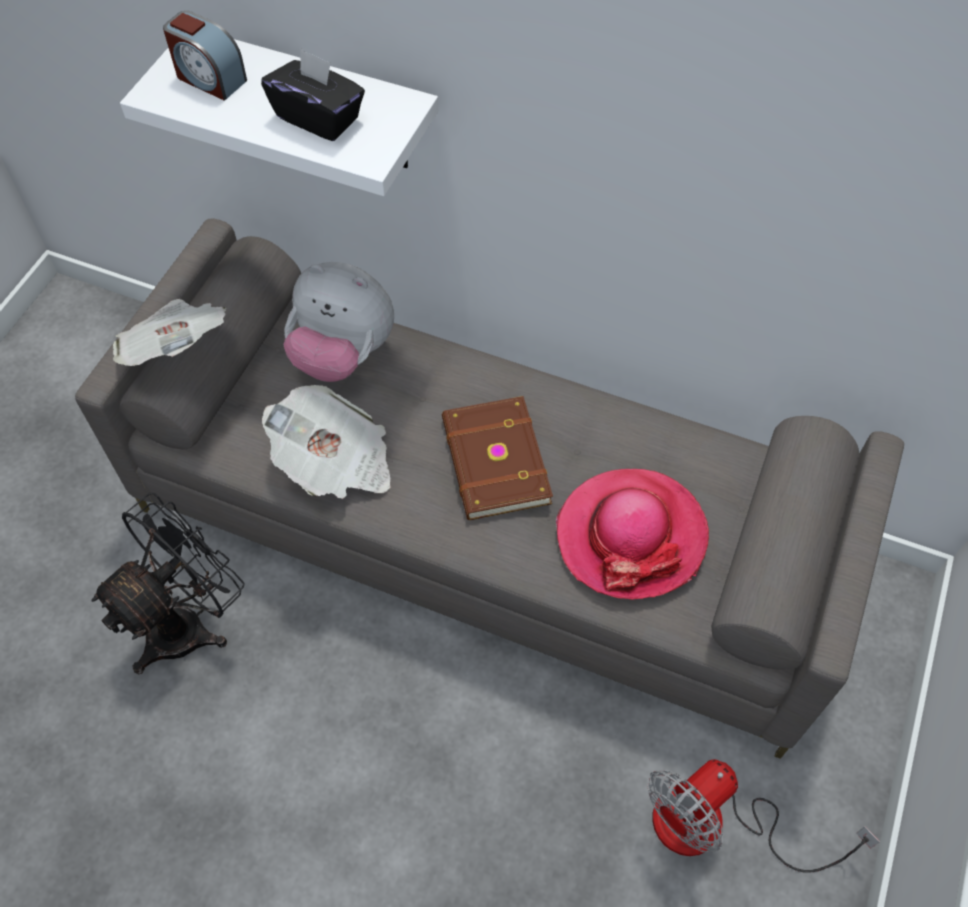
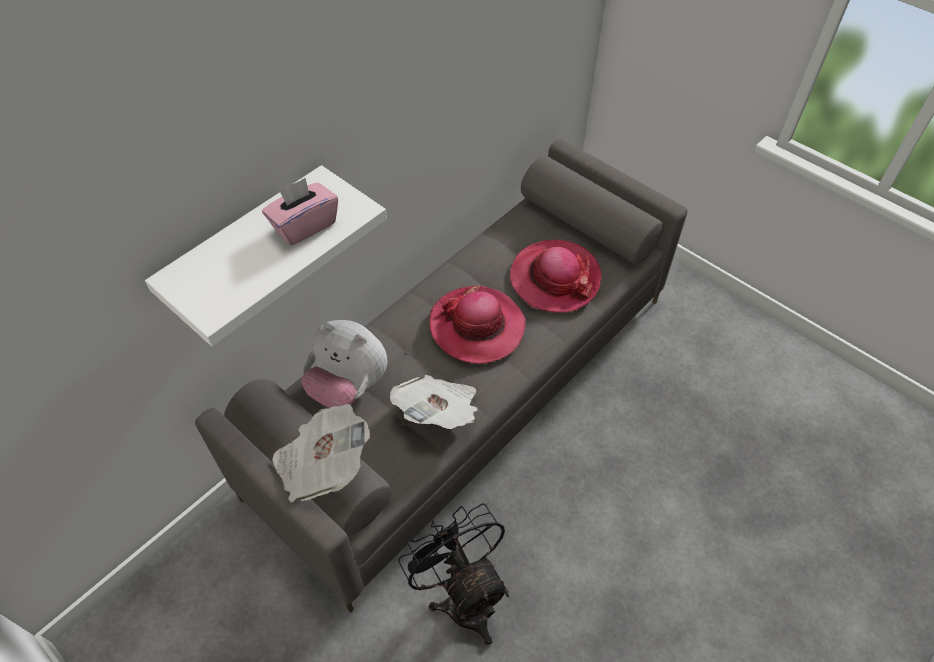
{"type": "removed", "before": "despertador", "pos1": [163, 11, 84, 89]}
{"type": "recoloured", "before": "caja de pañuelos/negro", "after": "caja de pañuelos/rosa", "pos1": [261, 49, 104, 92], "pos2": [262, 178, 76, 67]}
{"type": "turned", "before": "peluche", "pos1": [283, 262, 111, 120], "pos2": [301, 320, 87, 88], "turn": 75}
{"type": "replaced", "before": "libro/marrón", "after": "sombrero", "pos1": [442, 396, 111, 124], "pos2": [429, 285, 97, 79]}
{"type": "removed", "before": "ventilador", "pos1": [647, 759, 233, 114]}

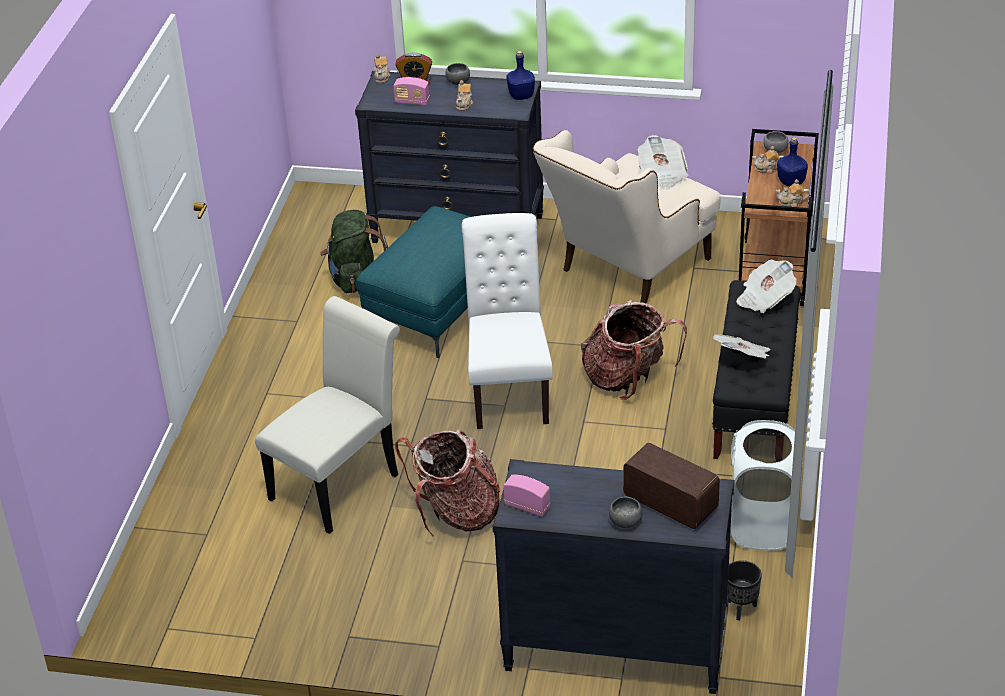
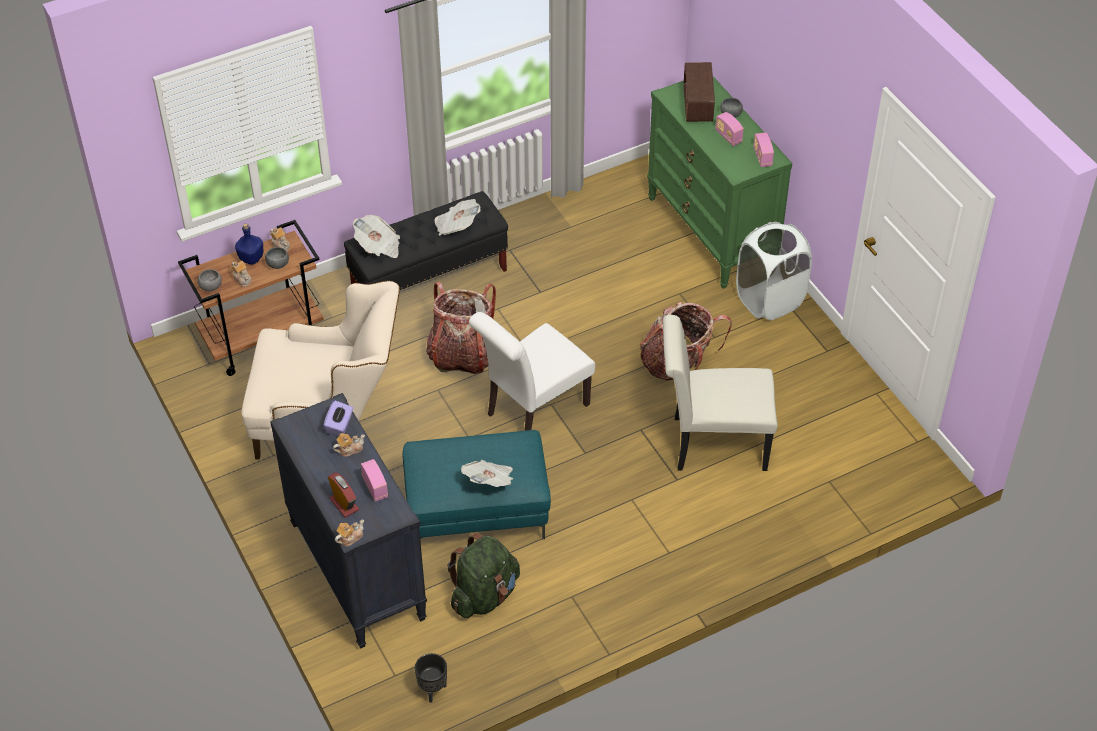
{"type": "moved", "before": "cuenco/gris", "pos1": [445, 63, 25, 22], "pos2": [265, 247, 24, 22]}
{"type": "recoloured", "before": "cómoda/negro", "after": "cómoda/verde", "pos1": [493, 459, 242, 235], "pos2": [647, 76, 145, 213]}
{"type": "removed", "before": "botella/azul", "pos1": [507, 51, 28, 49]}
{"type": "moved", "before": "periódico", "pos1": [638, 135, 51, 54], "pos2": [461, 460, 52, 27]}
{"type": "moved", "before": "maceta/negro", "pos1": [727, 560, 35, 61], "pos2": [415, 653, 32, 49]}
{"type": "moved", "before": "cesto de la ropa/blanco", "pos1": [730, 420, 73, 131], "pos2": [736, 222, 76, 98]}
{"type": "added", "after": "caja de pañuelos/morado", "pos2": [324, 401, 29, 35]}
{"type": "added", "after": "radio", "pos2": [715, 112, 29, 34]}

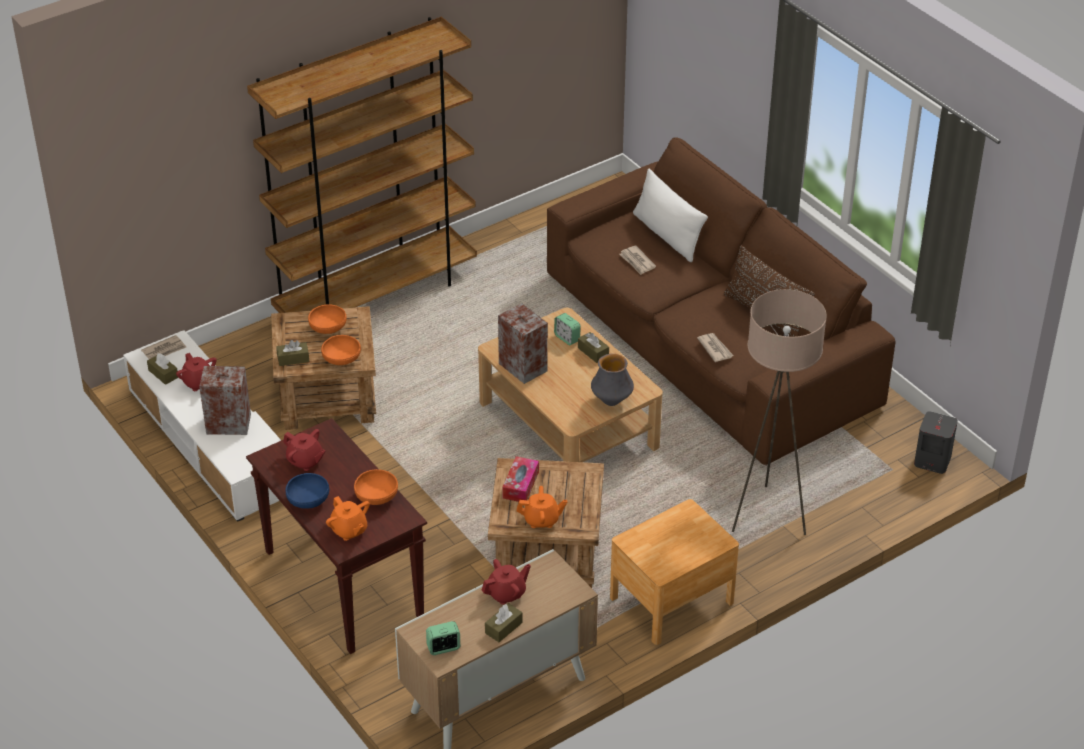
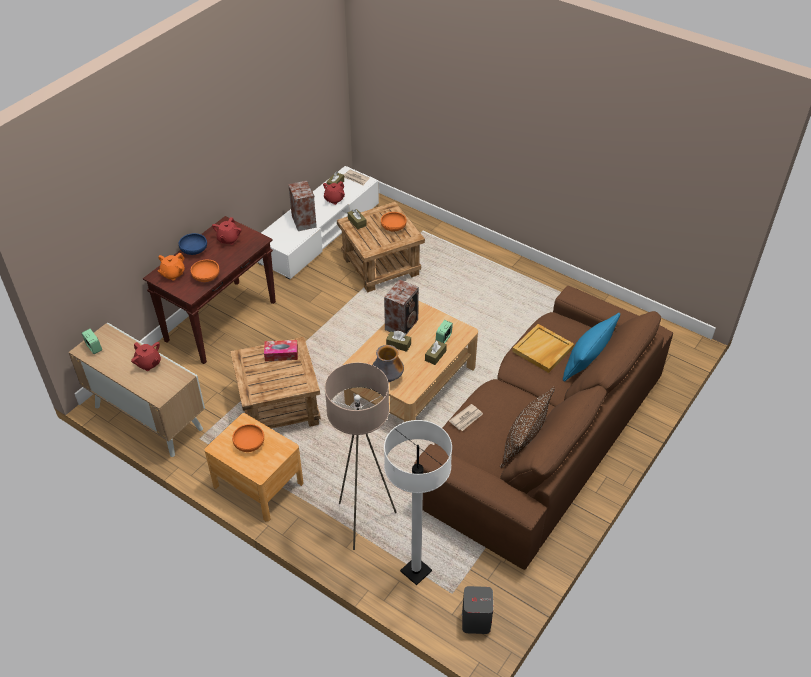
{"type": "removed", "before": "estantería/marrón", "pos1": [247, 17, 230, 296]}
{"type": "moved", "before": "cuenco/naranja", "pos1": [321, 335, 40, 30], "pos2": [232, 424, 32, 28]}
{"type": "moved", "before": "caja de pañuelos/marrón", "pos1": [485, 603, 38, 39], "pos2": [386, 331, 25, 21]}
{"type": "removed", "before": "tetera/naranja", "pos1": [517, 486, 50, 42]}
{"type": "replaced", "before": "periódico", "after": "bandeja/beis", "pos1": [619, 246, 37, 29], "pos2": [512, 324, 62, 49]}
{"type": "recoloured", "before": "cojín/blanco", "after": "cojín/azul", "pos1": [633, 169, 75, 93], "pos2": [563, 313, 57, 69]}
{"type": "added", "after": "lámpara de pie/blanco", "pos2": [384, 420, 68, 165]}

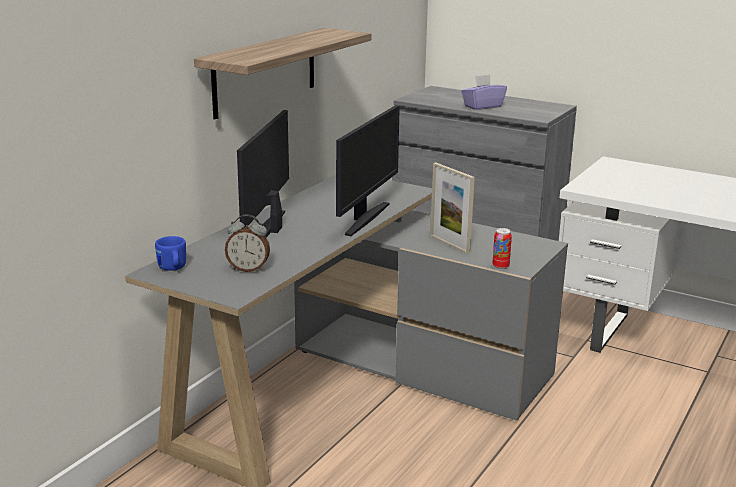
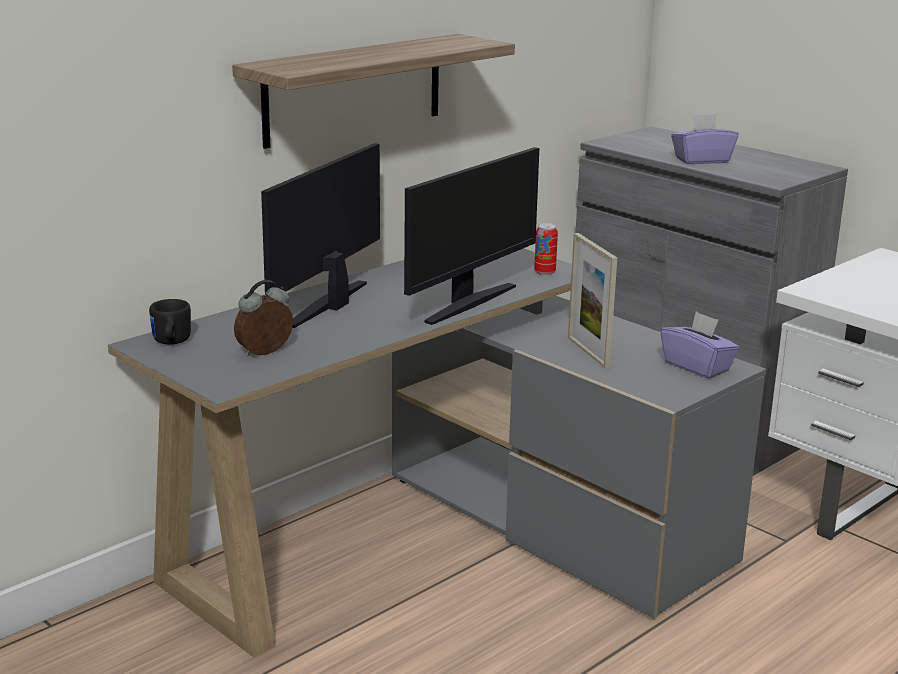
{"type": "recoloured", "before": "taza grande/azul", "after": "taza grande/negro", "pos1": [155, 236, 31, 35], "pos2": [149, 299, 42, 46]}
{"type": "turned", "before": "despertador", "pos1": [225, 214, 45, 58], "pos2": [234, 280, 59, 76], "turn": 120}
{"type": "moved", "before": "lata", "pos1": [492, 228, 20, 41], "pos2": [534, 223, 24, 52]}
{"type": "added", "after": "caja de pañuelos/morado", "pos2": [660, 311, 79, 68]}

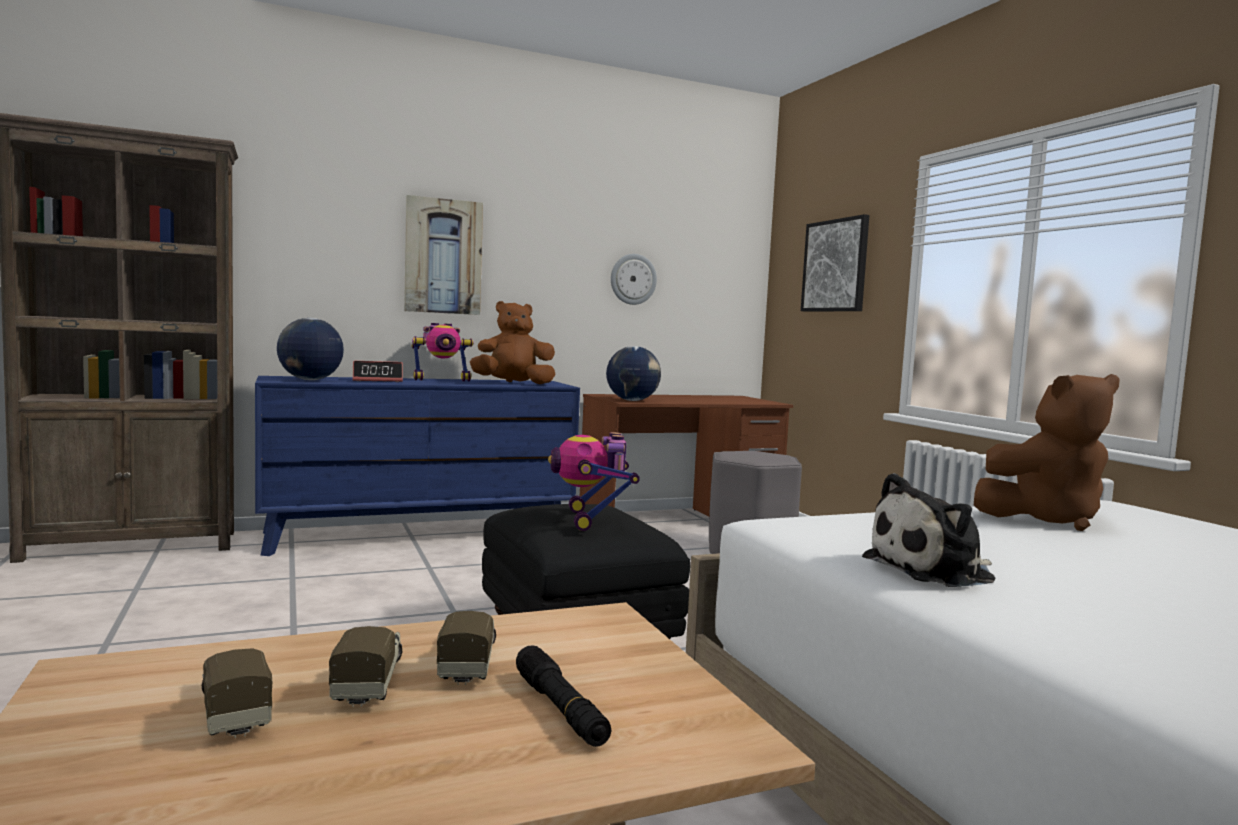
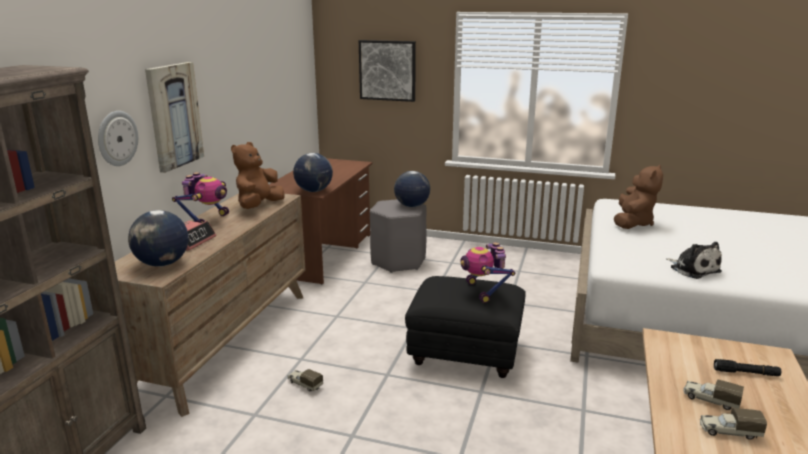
{"type": "recoloured", "before": "cómoda/azul", "after": "cómoda/marrón", "pos1": [255, 376, 325, 180], "pos2": [115, 193, 191, 224]}
{"type": "moved", "before": "camión de juguete", "pos1": [437, 611, 59, 74], "pos2": [287, 369, 36, 22]}
{"type": "turned", "before": "robot de juguete", "pos1": [548, 432, 92, 99], "pos2": [460, 242, 55, 61], "turn": 45}
{"type": "moved", "before": "reloj de pared", "pos1": [611, 254, 46, 51], "pos2": [98, 111, 40, 55]}
{"type": "turned", "before": "peluche", "pos1": [862, 473, 134, 114], "pos2": [666, 242, 56, 37], "turn": -45}
{"type": "added", "after": "globo terráqueo", "pos2": [394, 171, 36, 36]}

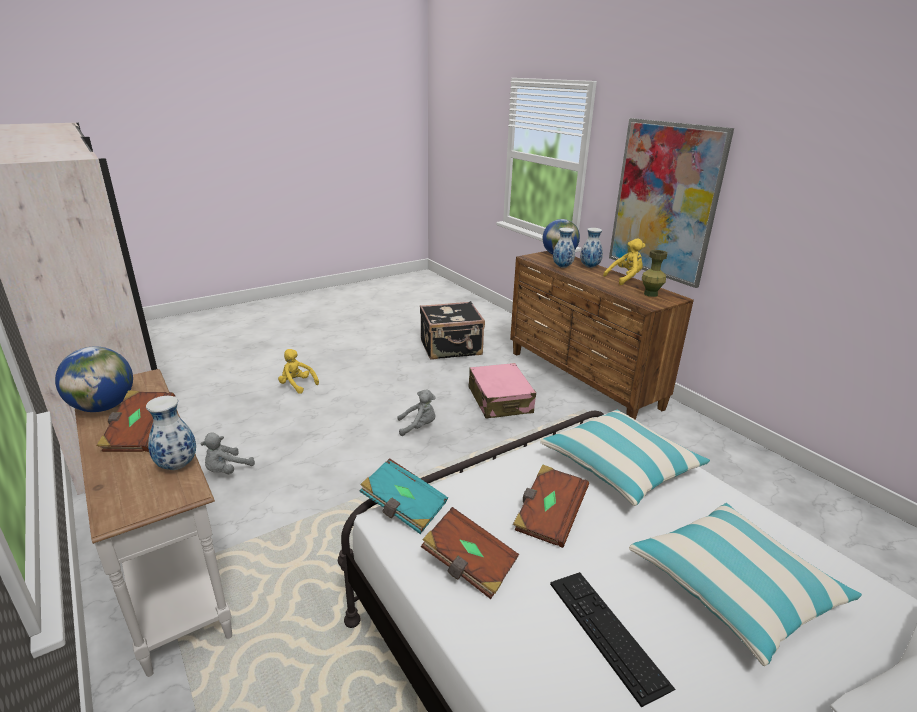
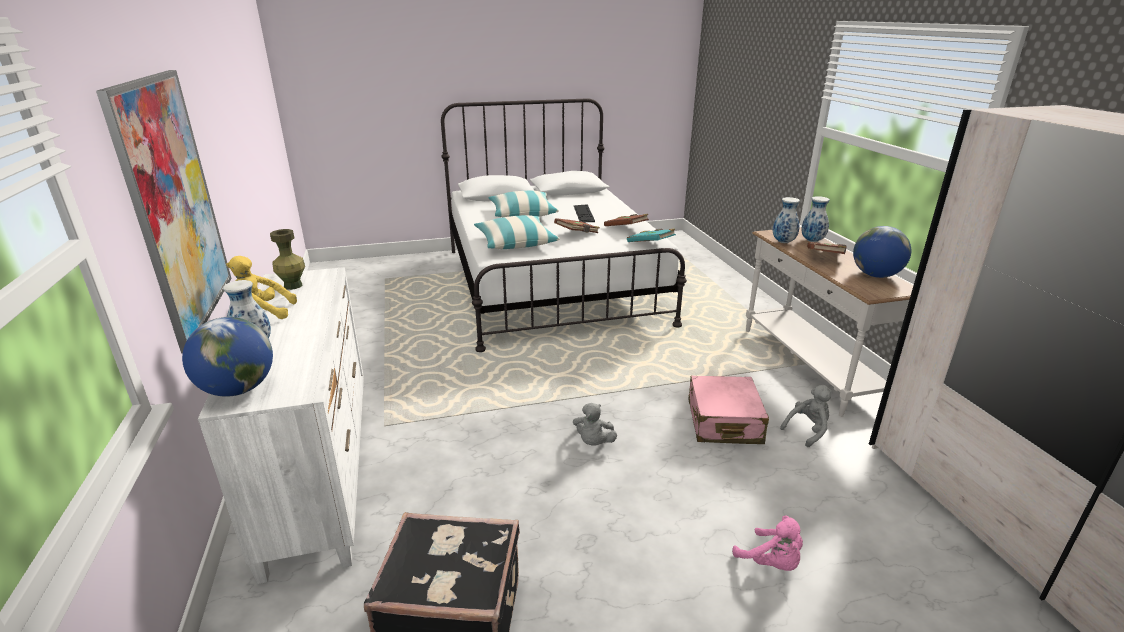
{"type": "recoloured", "before": "peluche/amarillo", "after": "peluche/rosa", "pos1": [278, 349, 41, 45], "pos2": [732, 515, 71, 56]}
{"type": "turned", "before": "peluche/gris", "pos1": [397, 390, 39, 46], "pos2": [573, 403, 44, 43], "turn": -90}
{"type": "moved", "before": "maleta/rosa", "pos1": [468, 363, 68, 56], "pos2": [688, 376, 81, 68]}
{"type": "recoloured", "before": "cómoda/marrón", "after": "cómoda/blanco", "pos1": [510, 251, 184, 169], "pos2": [198, 267, 166, 317]}
{"type": "moved", "before": "florero", "pos1": [553, 228, 22, 40], "pos2": [801, 196, 29, 46]}

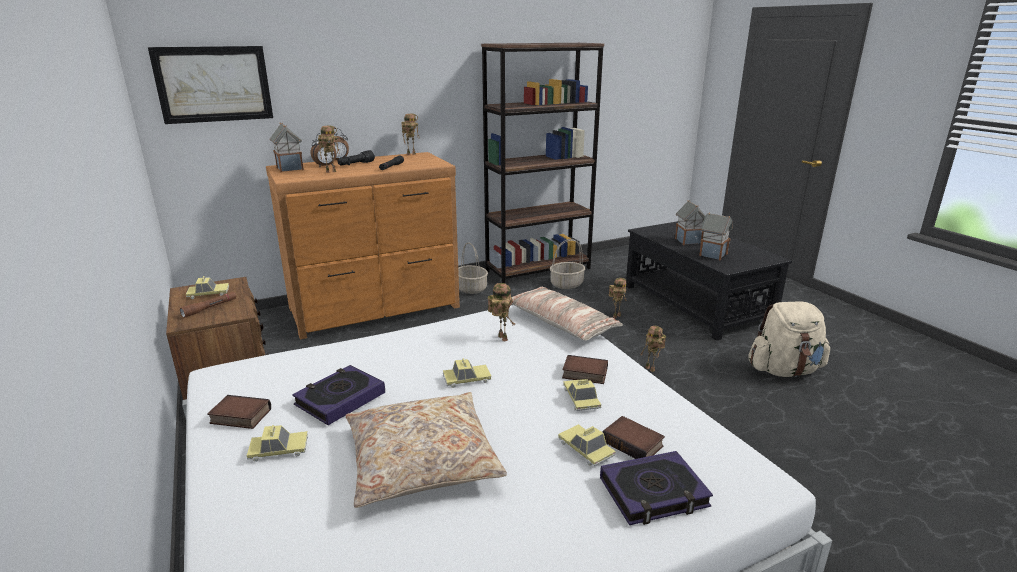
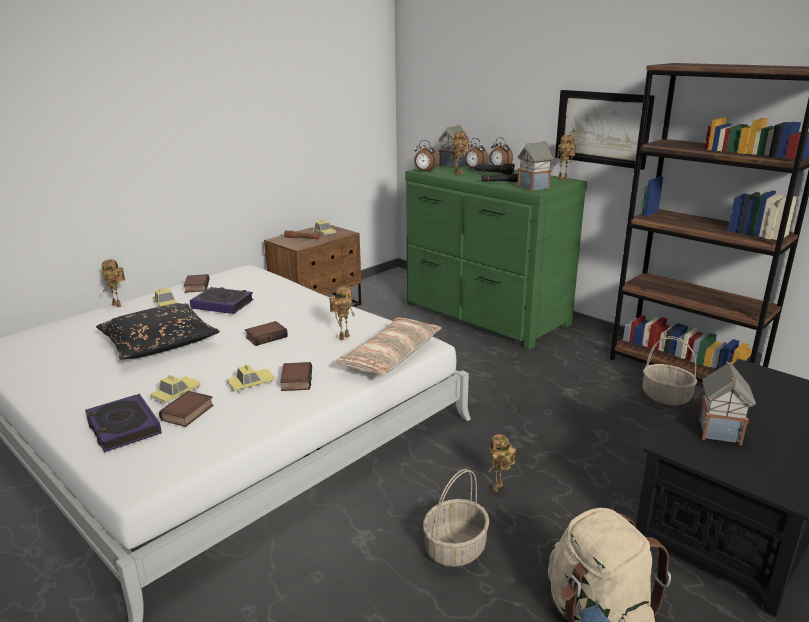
{"type": "moved", "before": "cuadro", "pos1": [148, 46, 125, 78], "pos2": [555, 90, 100, 80]}
{"type": "recoloured", "before": "cómoda/marrón", "after": "cómoda/verde", "pos1": [266, 152, 194, 187], "pos2": [405, 164, 182, 185]}
{"type": "recoloured", "before": "cojín/beis", "after": "cojín/negro", "pos1": [345, 392, 162, 116], "pos2": [96, 303, 124, 57]}
{"type": "replaced", "before": "coche de juguete", "after": "libro", "pos1": [443, 358, 48, 30], "pos2": [245, 321, 43, 25]}
{"type": "moved", "before": "cesta", "pos1": [458, 242, 30, 52], "pos2": [423, 469, 66, 98]}
{"type": "moved", "before": "robot de juguete", "pos1": [609, 278, 18, 40], "pos2": [102, 259, 23, 48]}
{"type": "moved", "before": "casita", "pos1": [675, 201, 30, 44], "pos2": [517, 140, 37, 51]}
{"type": "added", "after": "despertador", "pos2": [414, 140, 24, 32]}

